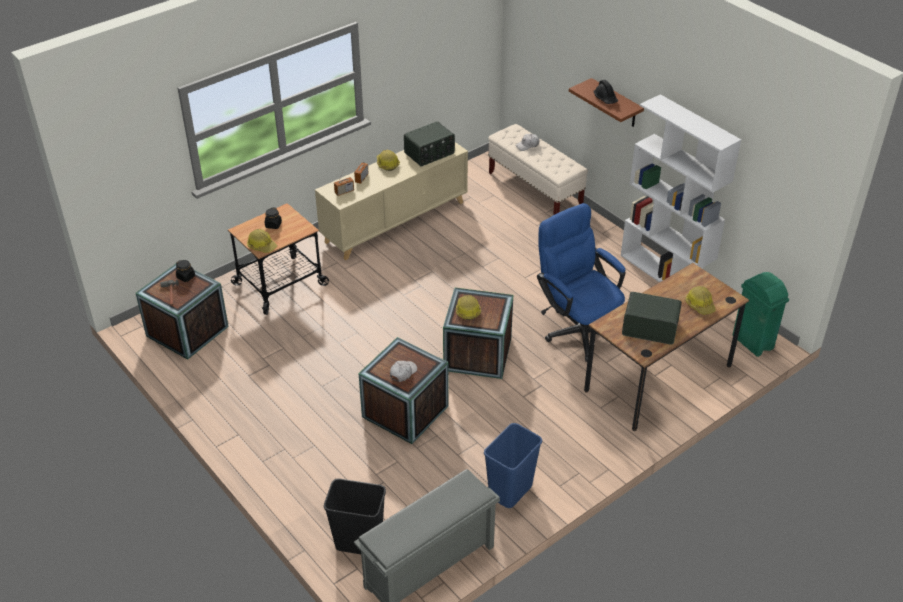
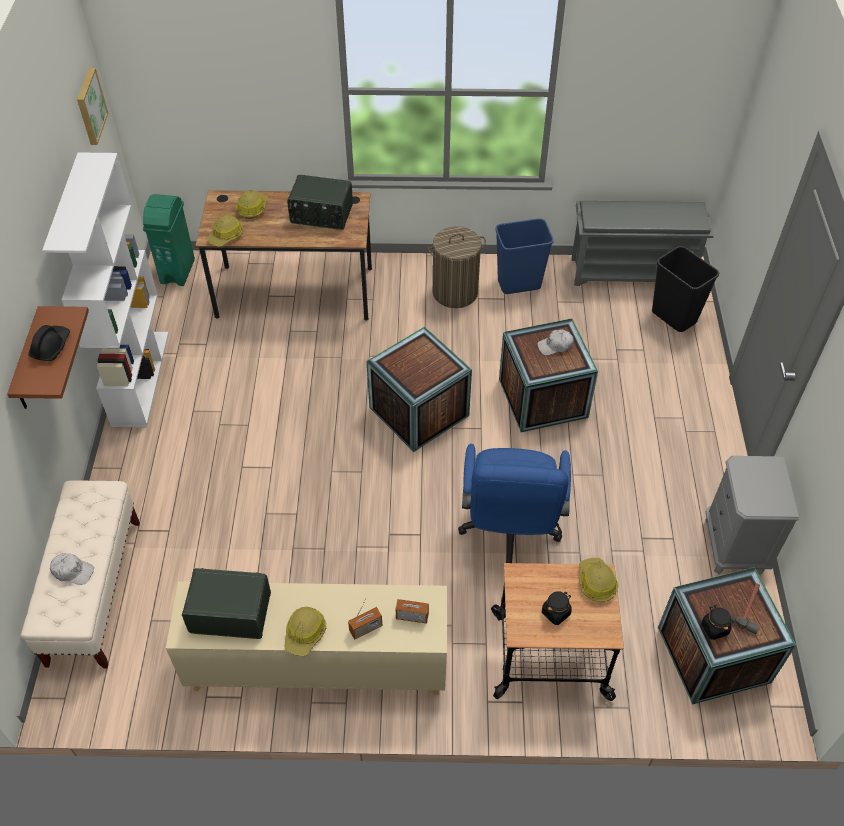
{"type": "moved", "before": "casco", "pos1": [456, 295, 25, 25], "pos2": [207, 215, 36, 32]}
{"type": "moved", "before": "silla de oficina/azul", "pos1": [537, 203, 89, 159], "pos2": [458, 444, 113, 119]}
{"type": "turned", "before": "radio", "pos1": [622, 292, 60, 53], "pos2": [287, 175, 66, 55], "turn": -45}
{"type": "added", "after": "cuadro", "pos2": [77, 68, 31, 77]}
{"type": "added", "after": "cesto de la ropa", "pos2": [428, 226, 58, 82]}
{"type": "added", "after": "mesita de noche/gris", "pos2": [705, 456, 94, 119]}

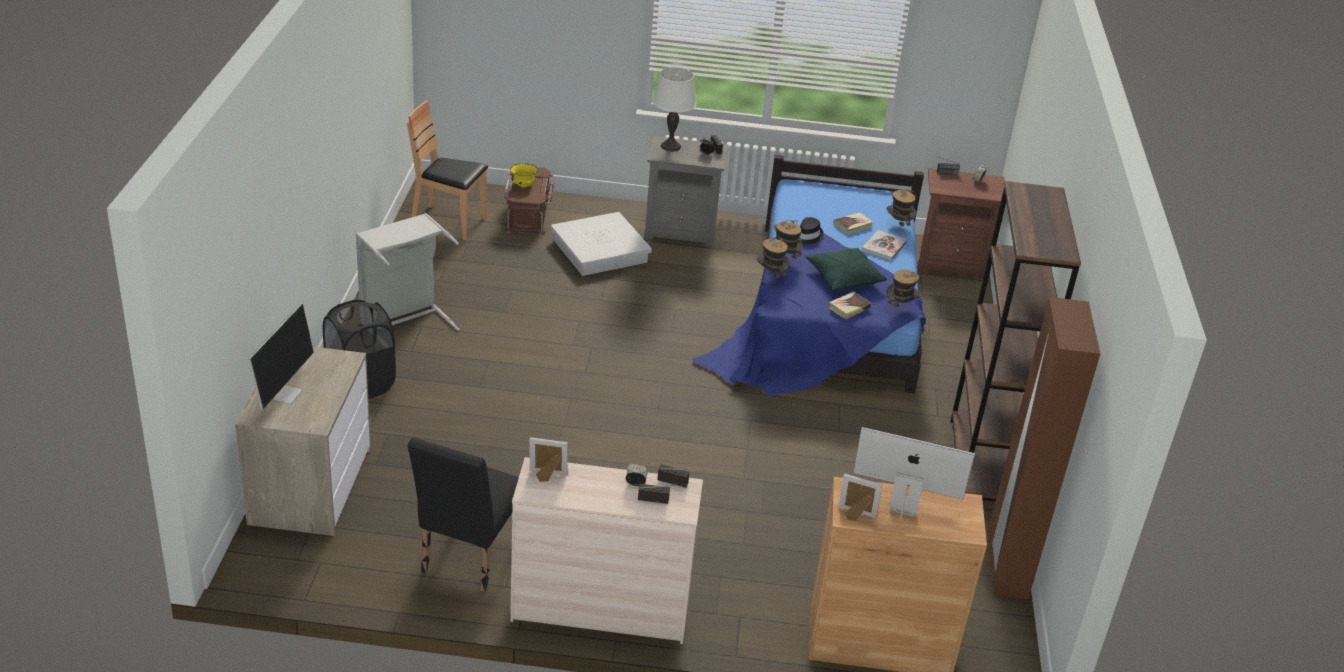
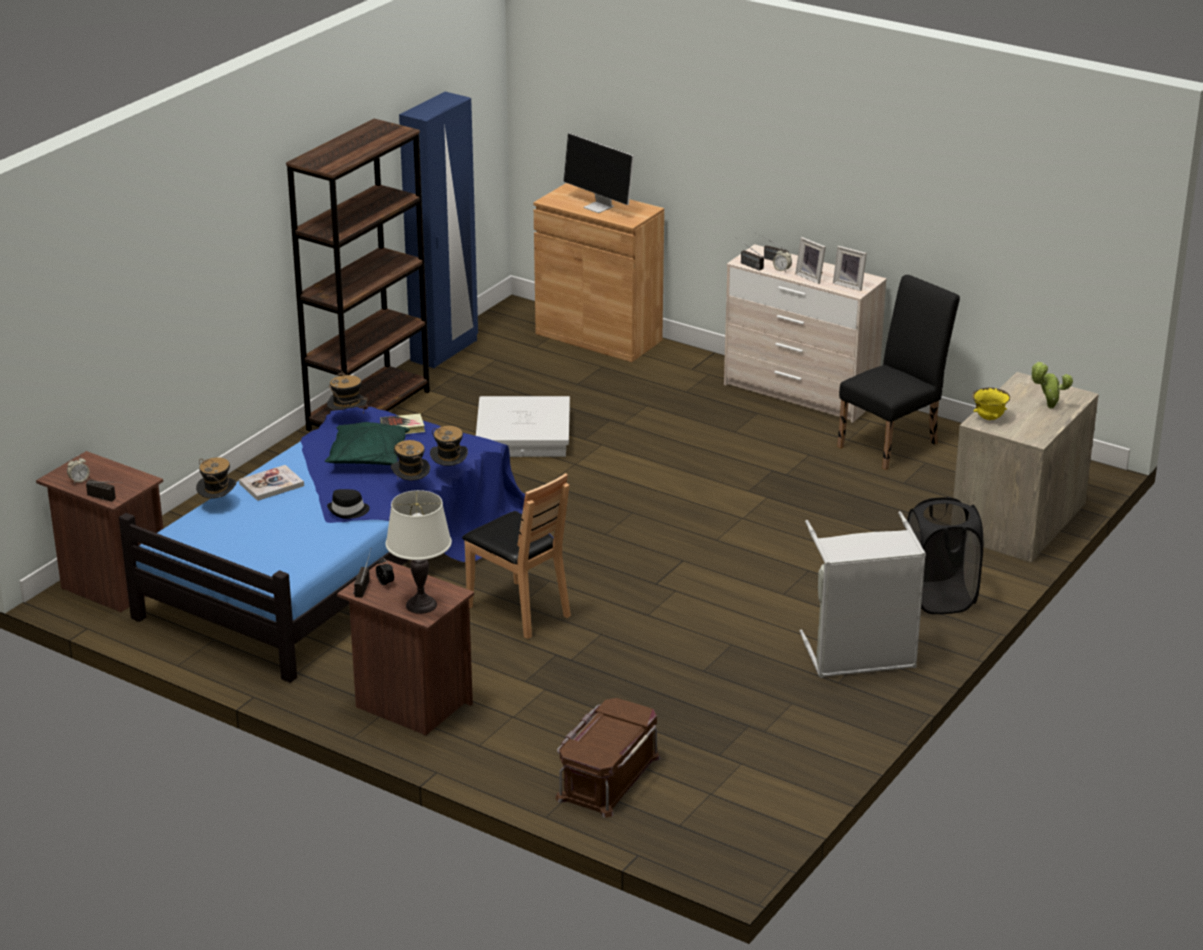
{"type": "replaced", "before": "monitor", "after": "planta en maceta", "pos1": [248, 304, 66, 105], "pos2": [1030, 362, 43, 47]}
{"type": "moved", "before": "silla/marrón", "pos1": [407, 101, 81, 139], "pos2": [462, 473, 109, 166]}
{"type": "moved", "before": "cuenco/amarillo", "pos1": [510, 163, 29, 24], "pos2": [972, 387, 38, 33]}
{"type": "moved", "before": "caja de almacenaje/blanco", "pos1": [551, 212, 101, 64], "pos2": [476, 396, 94, 61]}
{"type": "recoloured", "before": "mesita de noche/gris", "after": "mesita de noche/marrón", "pos1": [645, 136, 83, 111], "pos2": [337, 560, 137, 175]}
{"type": "removed", "before": "libro", "pos1": [833, 212, 40, 22]}
{"type": "moved", "before": "portarretratos", "pos1": [839, 474, 43, 47], "pos2": [795, 237, 31, 47]}
{"type": "recoloured", "before": "armario ropero/marrón", "after": "armario ropero/azul", "pos1": [988, 297, 112, 302], "pos2": [399, 92, 79, 276]}

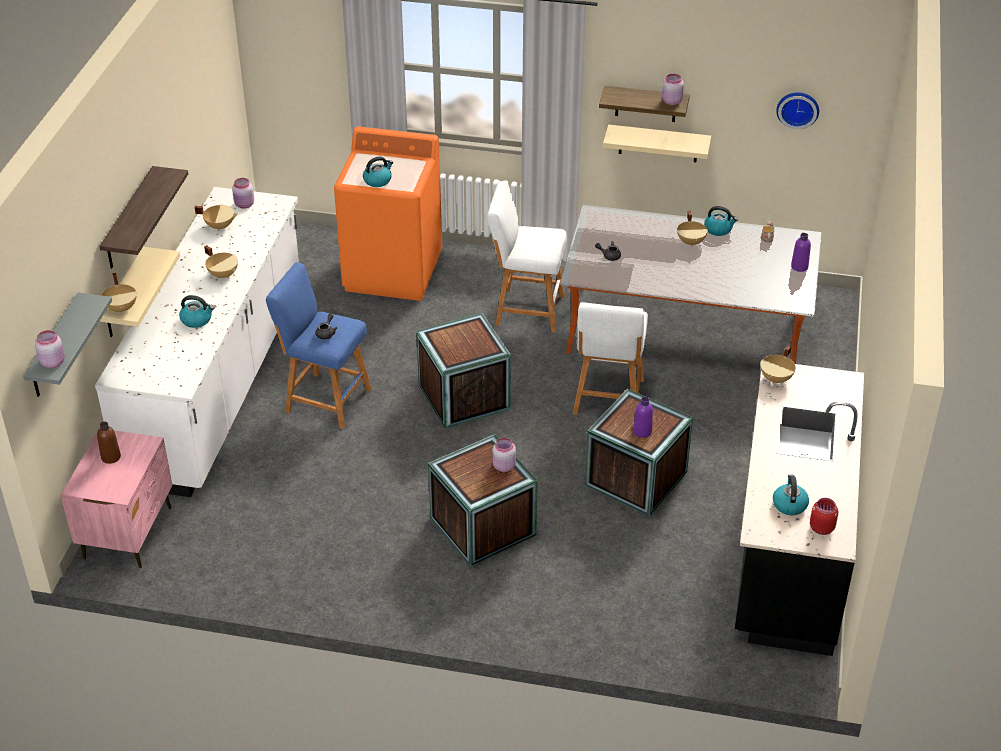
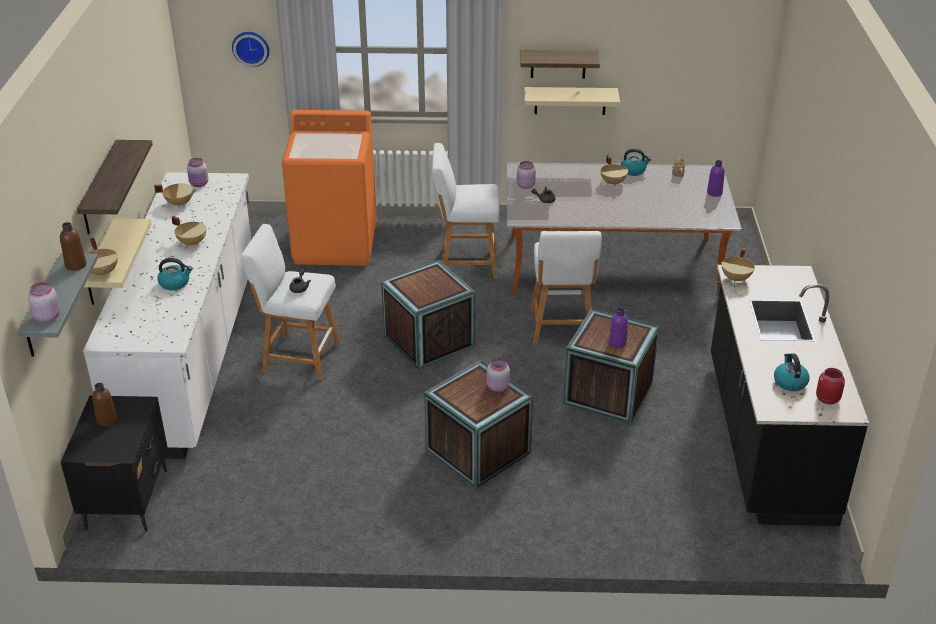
{"type": "recoloured", "before": "mesita de noche/rosa", "after": "mesita de noche/negro", "pos1": [61, 430, 111, 138], "pos2": [61, 396, 106, 136]}
{"type": "recoloured", "before": "taburete/azul", "after": "taburete/blanco", "pos1": [266, 262, 106, 167], "pos2": [241, 224, 100, 157]}
{"type": "removed", "before": "hervidor", "pos1": [363, 156, 30, 31]}
{"type": "moved", "before": "tarro/rosa", "pos1": [662, 74, 22, 31], "pos2": [517, 161, 19, 28]}
{"type": "moved", "before": "reloj de pared", "pos1": [776, 92, 43, 38], "pos2": [232, 32, 37, 35]}
{"type": "added", "after": "botella/marrón", "pos2": [60, 222, 26, 49]}

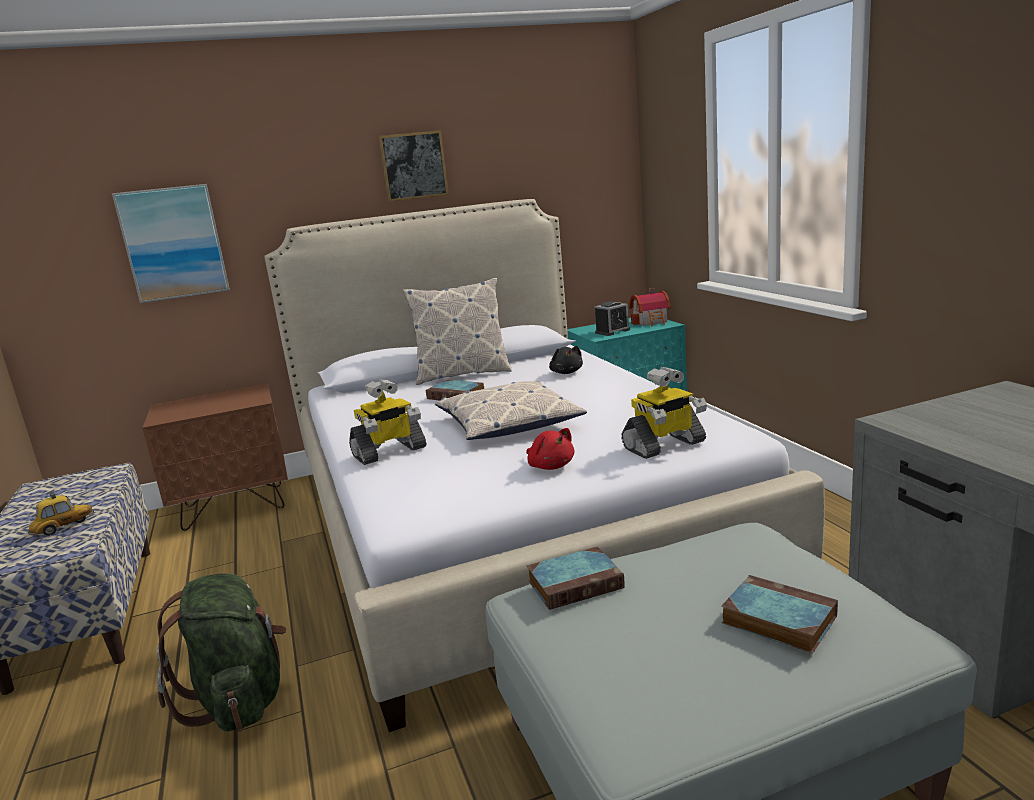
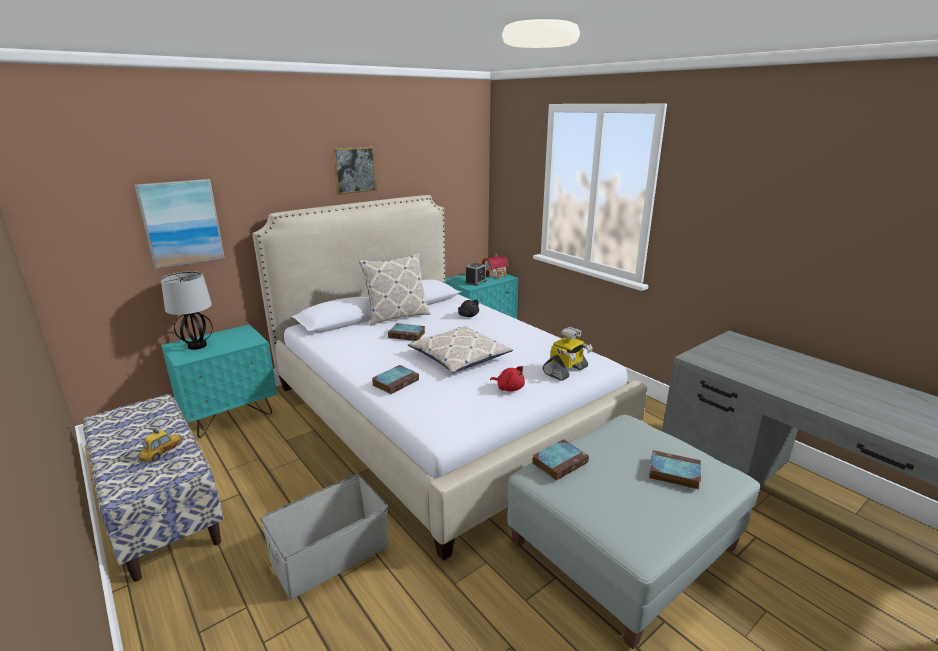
{"type": "recoloured", "before": "mesita de noche/marrón", "after": "mesita de noche/turquesa", "pos1": [142, 384, 146, 147], "pos2": [161, 324, 116, 114]}
{"type": "replaced", "before": "mochila/verde", "after": "caja de almacenaje/gris", "pos1": [157, 573, 129, 158], "pos2": [260, 474, 128, 126]}
{"type": "replaced", "before": "robot de juguete", "after": "libro", "pos1": [349, 379, 77, 86], "pos2": [372, 365, 47, 29]}
{"type": "added", "after": "lámpara de mesa", "pos2": [161, 271, 51, 79]}

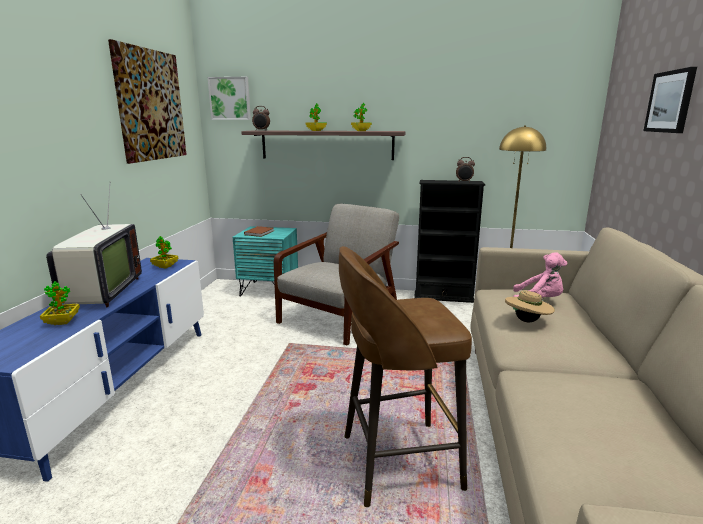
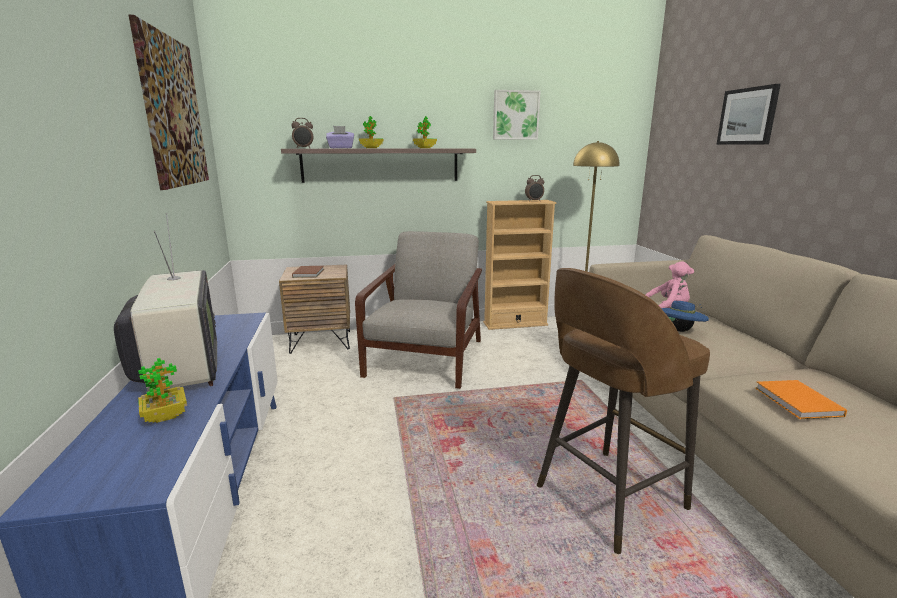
{"type": "removed", "before": "planta en maceta", "pos1": [150, 236, 28, 32]}
{"type": "moved", "before": "cuadro", "pos1": [208, 77, 43, 43], "pos2": [493, 90, 48, 50]}
{"type": "recoloured", "before": "mesita de noche/turquesa", "after": "mesita de noche/marrón", "pos1": [233, 226, 65, 71], "pos2": [279, 264, 71, 90]}
{"type": "recoloured", "before": "estantería/negro", "after": "estantería/beis", "pos1": [414, 180, 71, 123], "pos2": [483, 200, 74, 130]}
{"type": "recoloured", "before": "sombrero/beis", "after": "sombrero/azul", "pos1": [505, 291, 50, 31], "pos2": [661, 301, 48, 31]}
{"type": "added", "after": "caja de pañuelos/morado", "pos2": [326, 126, 28, 22]}
{"type": "added", "after": "libro/naranja", "pos2": [755, 380, 92, 39]}

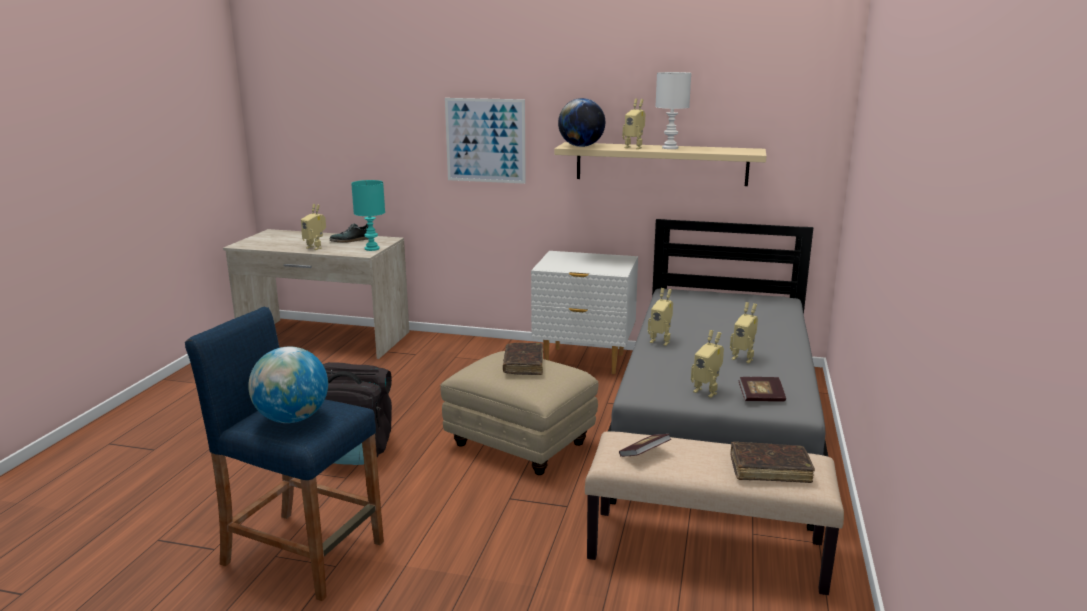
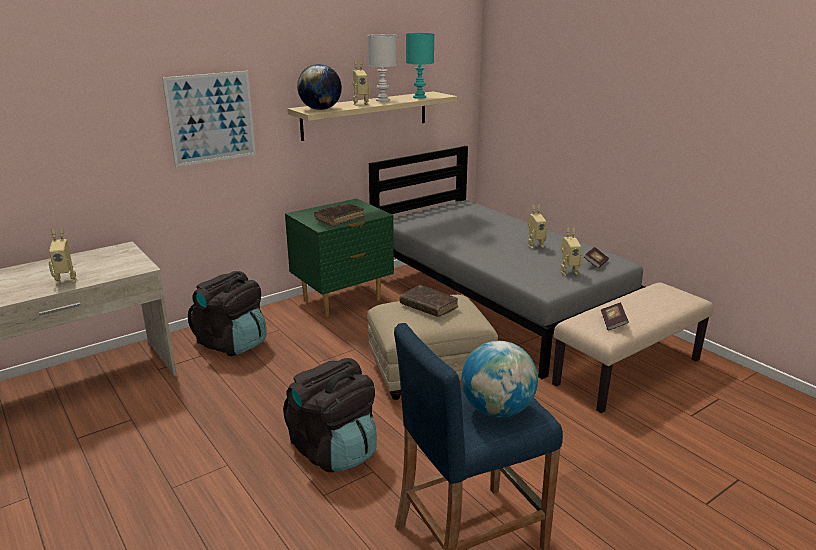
{"type": "removed", "before": "zapato", "pos1": [330, 223, 39, 20]}
{"type": "moved", "before": "lámpara de mesa/turquesa", "pos1": [351, 180, 34, 71], "pos2": [406, 33, 28, 66]}
{"type": "recoloured", "before": "mesita de noche/blanco", "after": "mesita de noche/verde", "pos1": [531, 251, 107, 123], "pos2": [285, 198, 109, 119]}
{"type": "removed", "before": "robot de juguete", "pos1": [648, 288, 25, 58]}
{"type": "moved", "before": "libro/marrón", "pos1": [730, 442, 85, 41], "pos2": [314, 203, 50, 23]}
{"type": "added", "after": "mochila/negro", "pos2": [188, 271, 78, 85]}

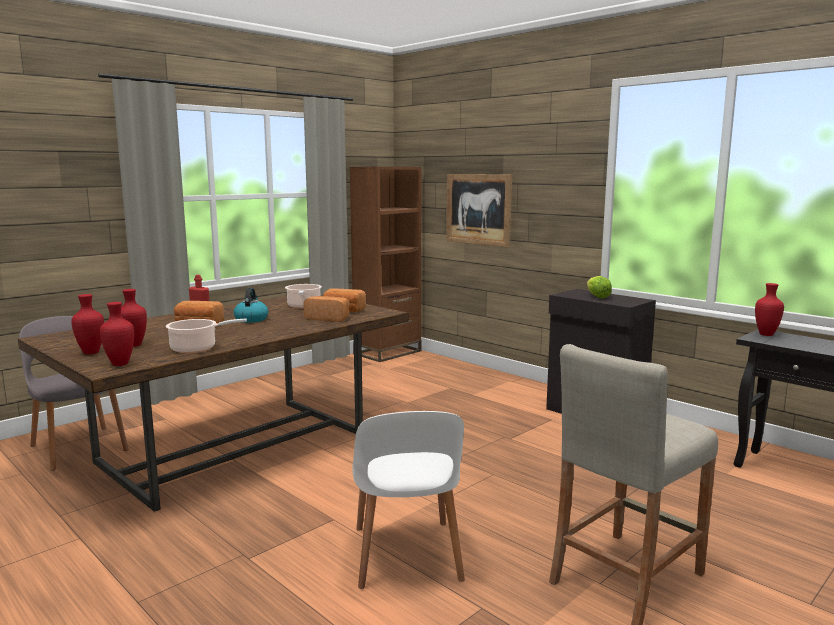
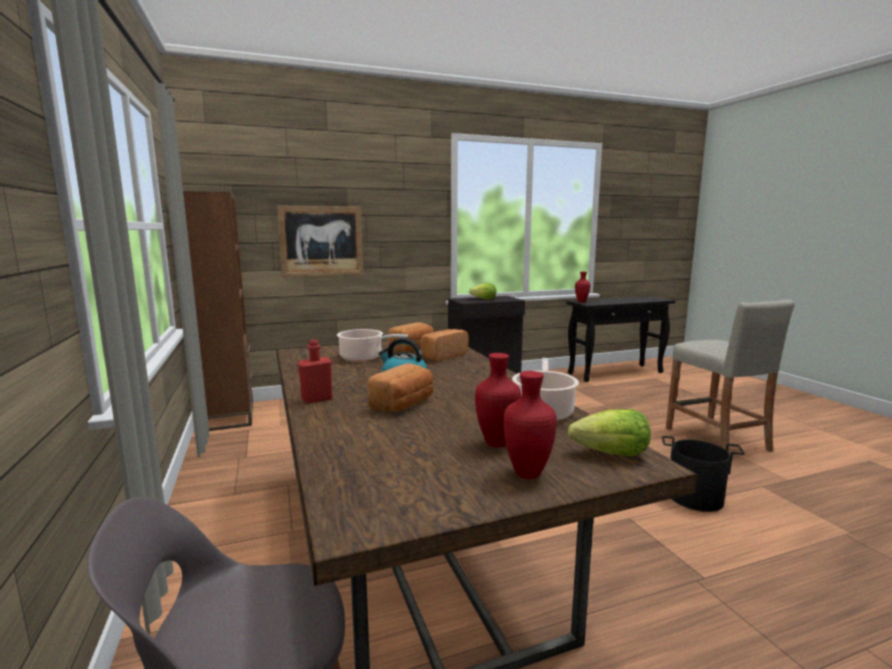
{"type": "replaced", "before": "florero/rojo", "after": "lechuga", "pos1": [100, 302, 34, 64], "pos2": [568, 409, 83, 48]}
{"type": "replaced", "before": "silla/blanco", "after": "cubo/negro", "pos1": [352, 411, 113, 178], "pos2": [662, 436, 82, 76]}

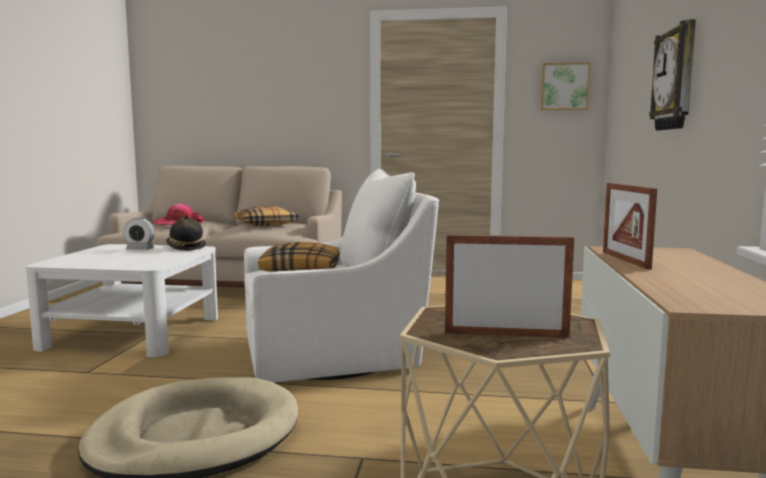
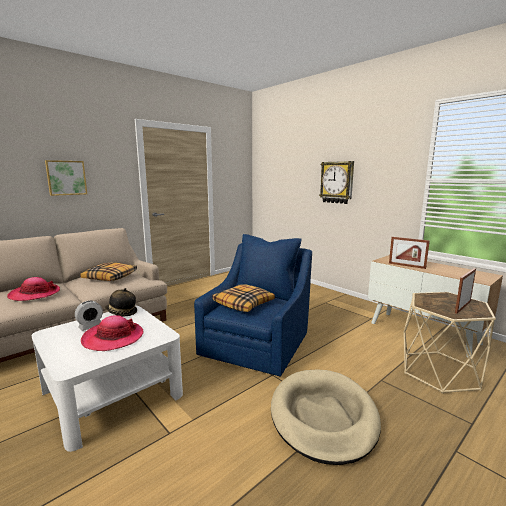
{"type": "recoloured", "before": "sillón/blanco", "after": "sillón/azul", "pos1": [244, 169, 195, 213], "pos2": [194, 234, 119, 143]}
{"type": "moved", "before": "cuadro", "pos1": [541, 62, 50, 48], "pos2": [45, 160, 42, 36]}
{"type": "added", "after": "sombrero", "pos2": [81, 315, 63, 36]}

